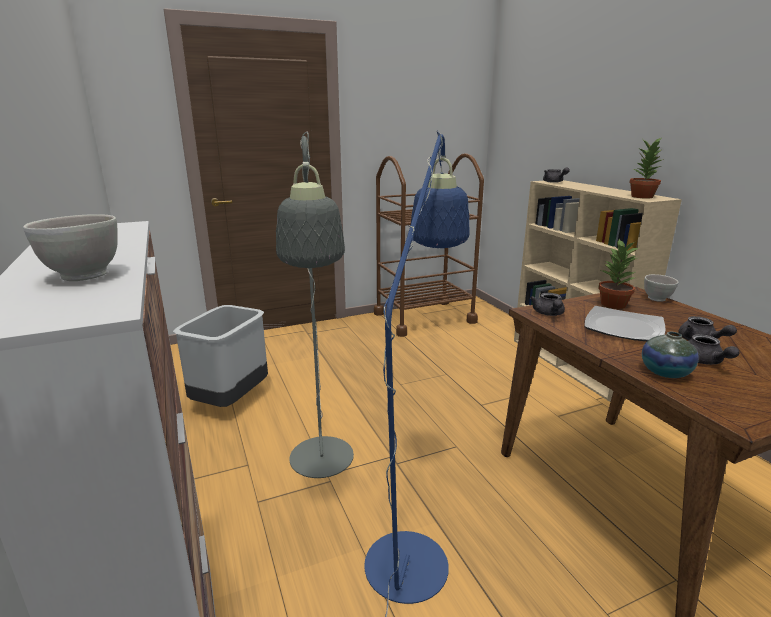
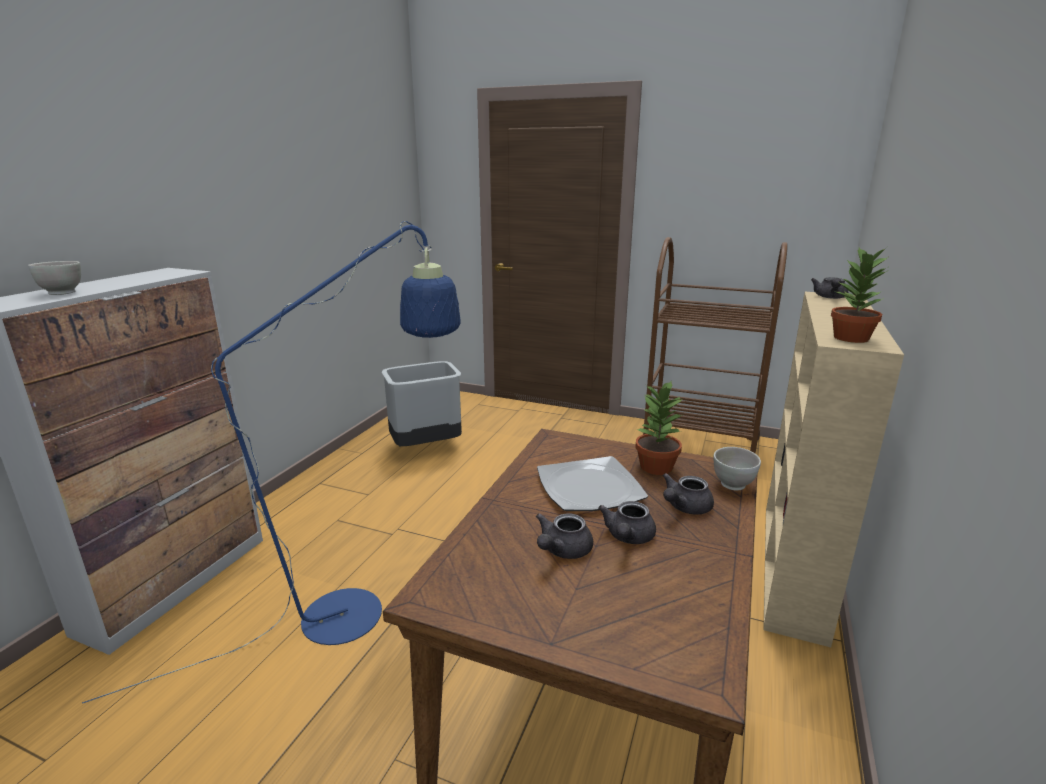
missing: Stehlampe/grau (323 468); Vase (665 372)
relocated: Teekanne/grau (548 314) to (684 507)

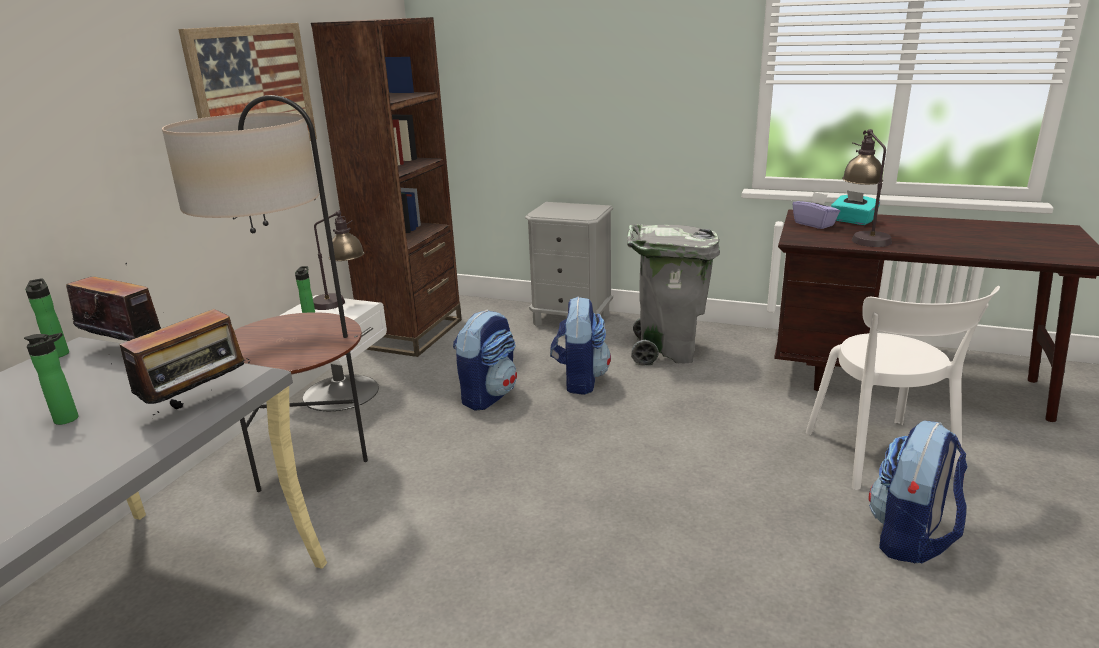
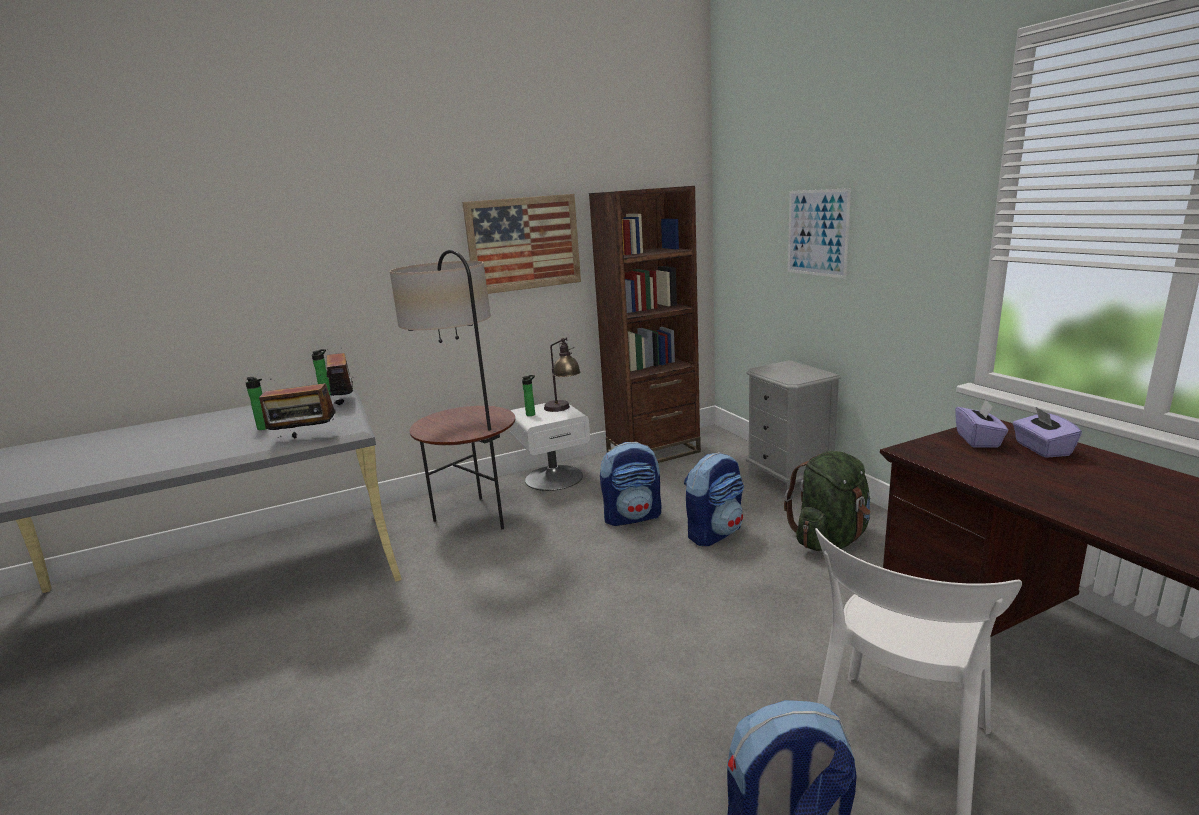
missing: Tischlampe (862 237)
appeared: Bild (817 233)
exchanged: Mülleimer/grau (667 351) to Rucksack/grün (830 539)
colour: Taschentuchbox/türkis (852 221) to Taschentuchbox/lila (1041 449)

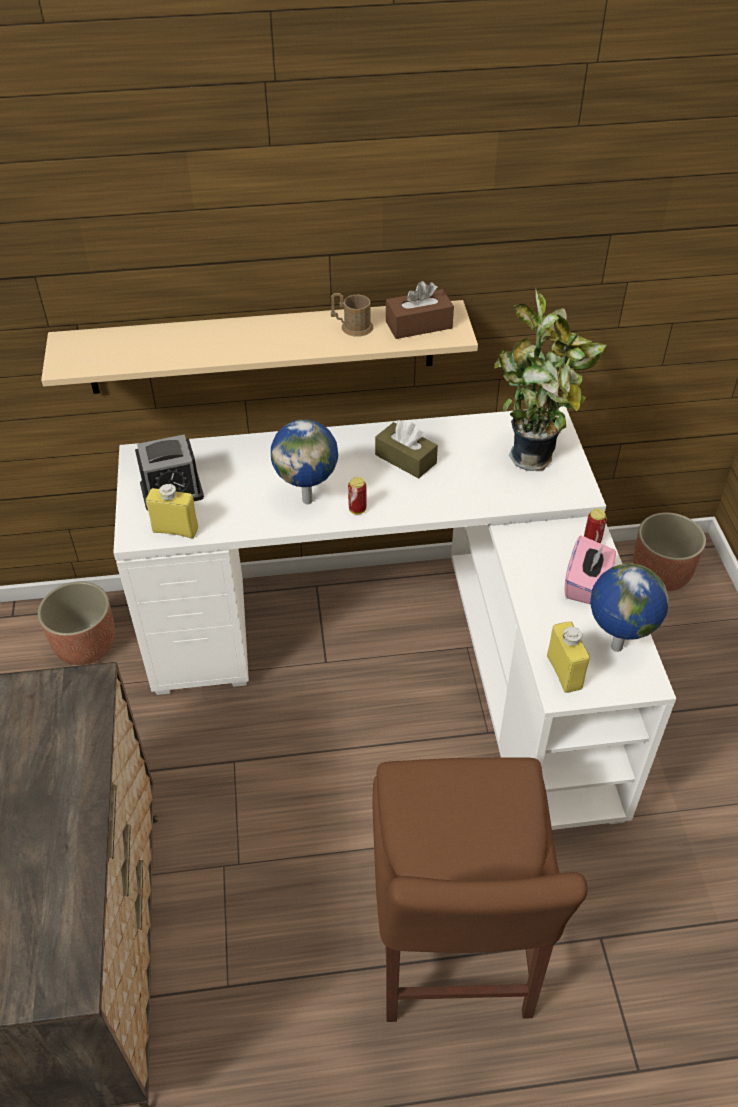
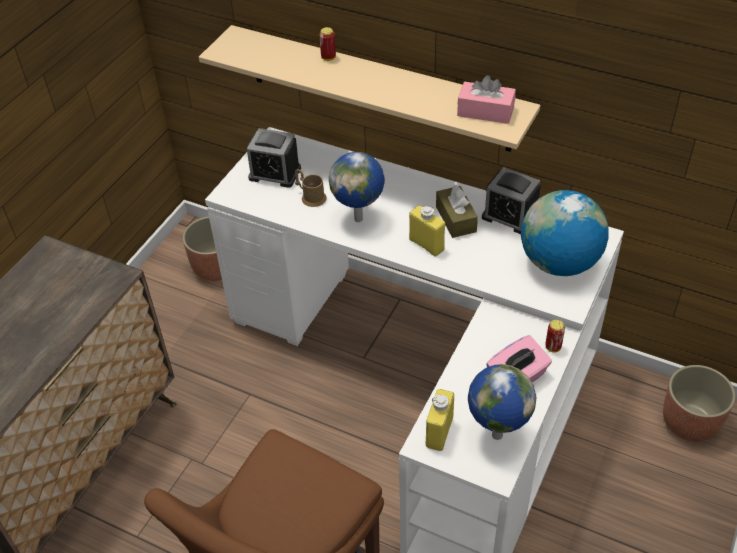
appeared: Wecker (510 216)
relocated: Henkelbecher/braun (352 327) to (310 197); Dose (357 510) to (328 58); Flasche/gelb (175 530) to (426 245)
exchanged: Topfpflanze (536 459) to Globus (559 262)
colour: Taschentuchbox/braun (419 325) to Taschentuchbox/rosa (485 111)

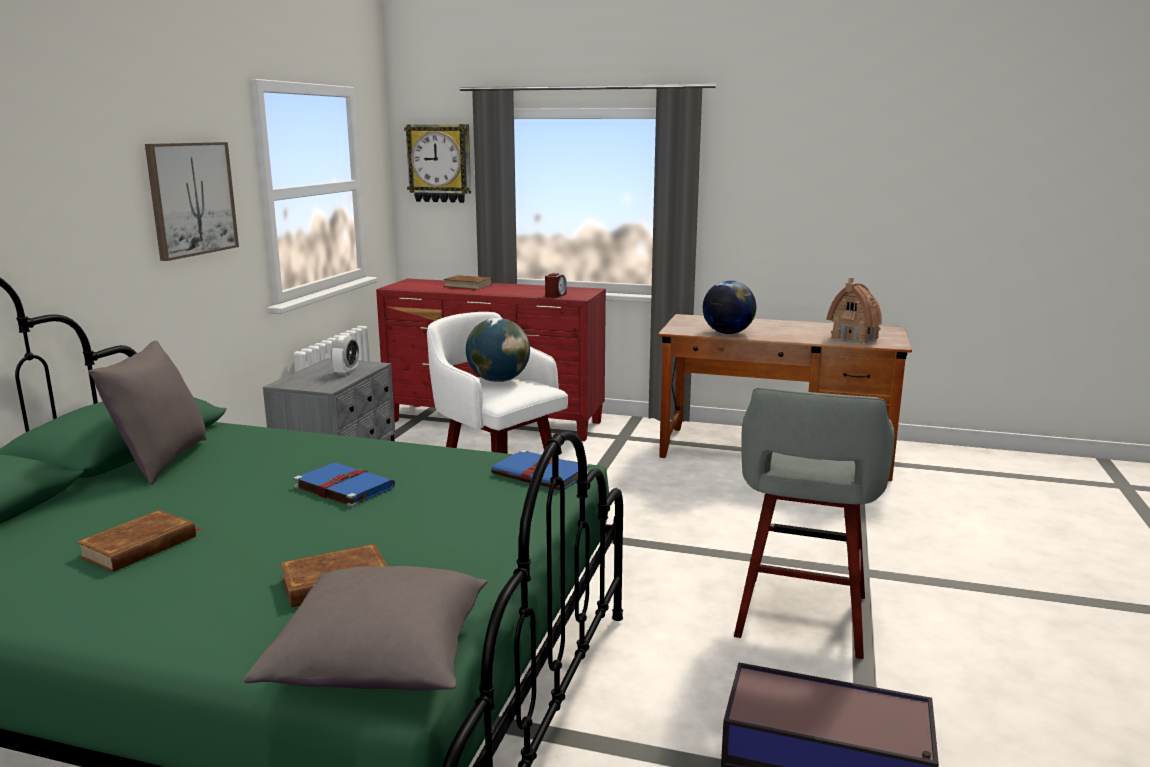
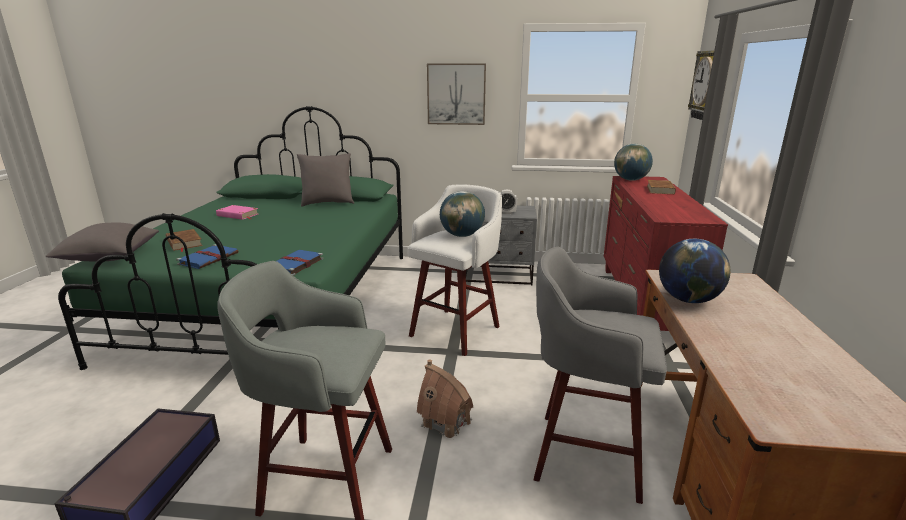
missing: Wecker (555 295)
appeared: Globus (630 180); Hocker/grau (583 454)
relocated: Spielzeughaus (854 338) to (446 422); Buch/blau (343 487) to (209 258)
colour: Buch/braun (140 547) to Buch/rosa (237 215)

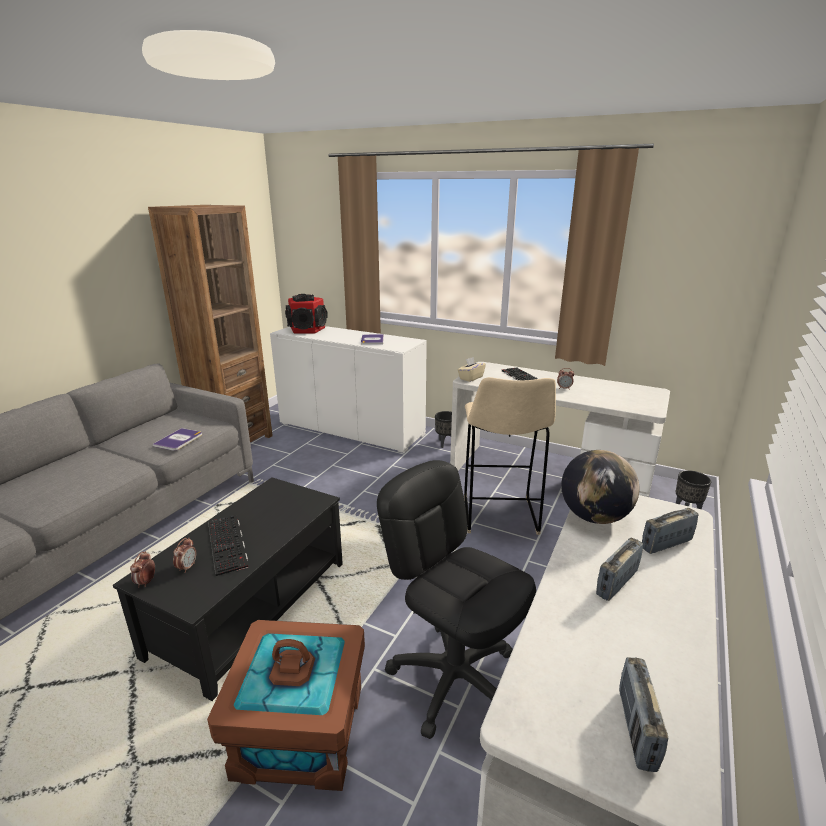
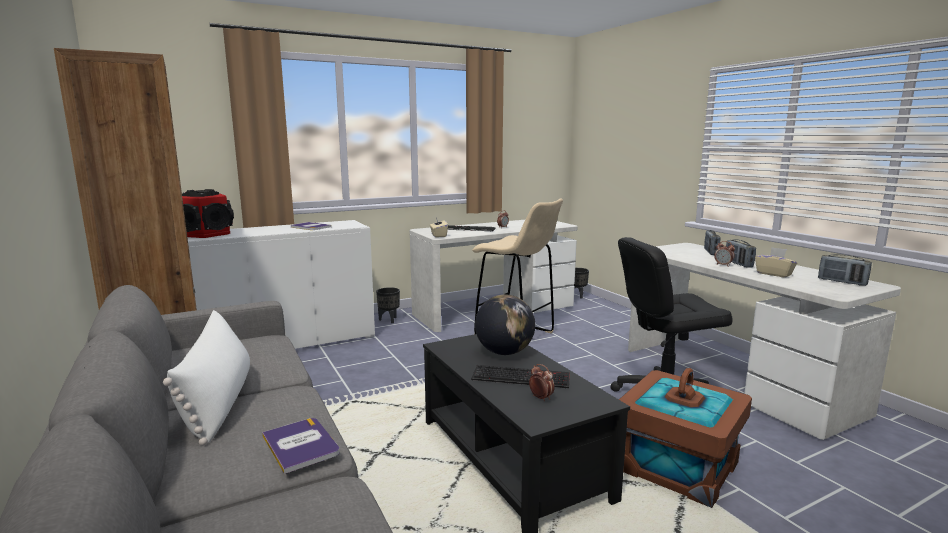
appeared: Taschentuchbox/beige (774 274); Kissen/weiß (219 402)
relocated: Buch (178 440) to (301 445); Globus (594 517) to (504 352); Wecker (146 582) to (723 265)

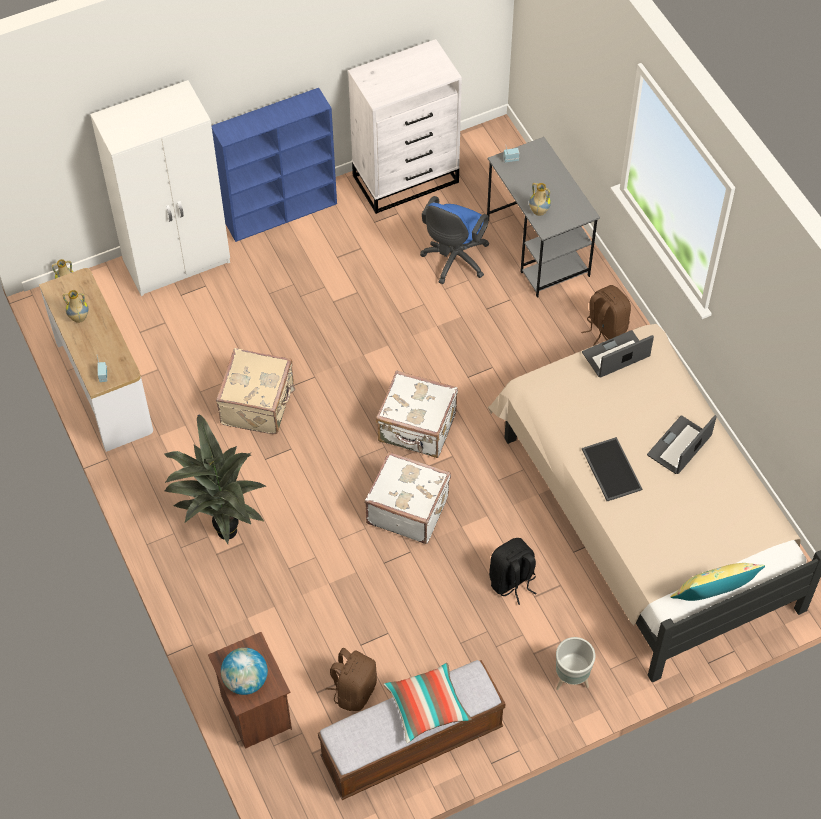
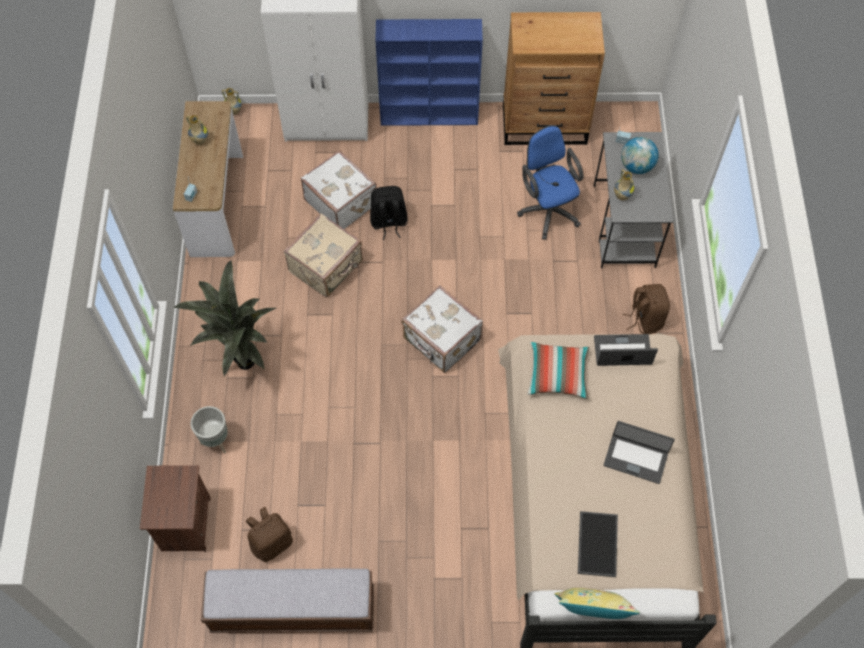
relocated: Tablett (610 469) to (596 543); Koffer/weiß (408 509) to (341 201); Rucksack/schwarz (512 581) to (388 222); Pflanzkübel/grau (571 679) to (216 441); Globus (246 681) to (636 166); Kissen (427 707) to (557 375)
colour: Kommode/weiß (406 179) to Kommode/braun (545 125)
spun: Bürostuhl/blau (453 261) = (547 209) 105 degrees clockwise; Laptop (680 446) = (636 458) 135 degrees counterclockwise

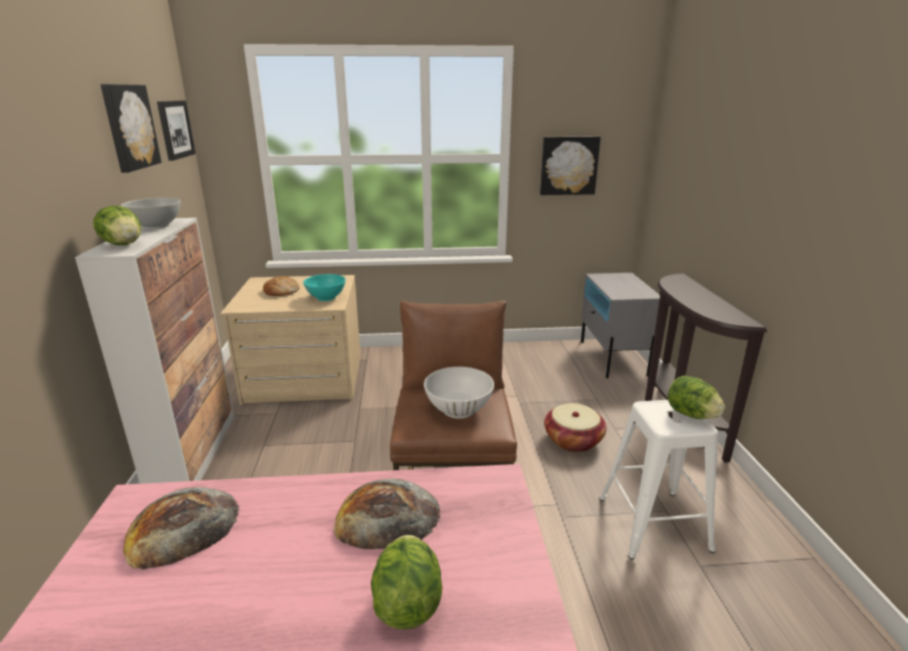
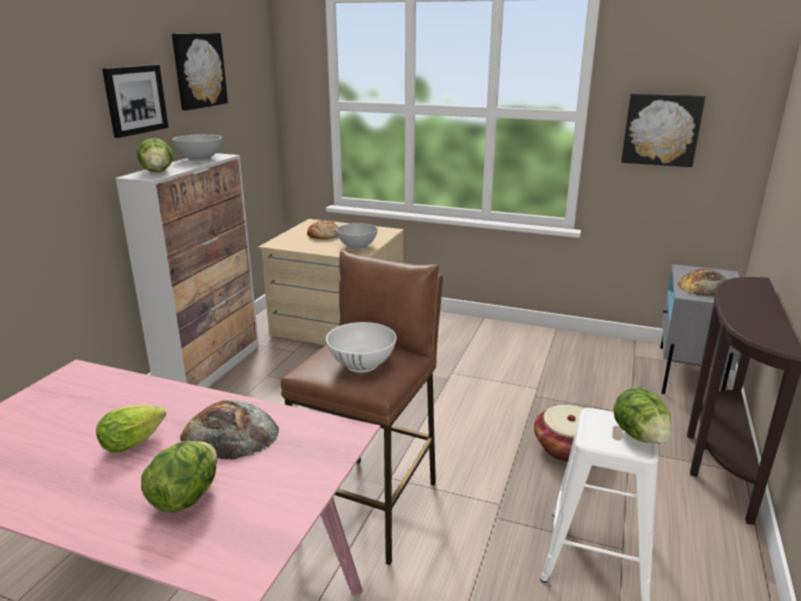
appeared: Salatkopf (136 441)
relocated: Bild (175 129) to (135 100); Brot (183 527) to (705 286)
colour: Schüssel/türkis (326 297) to Schüssel/weiß (357 246)

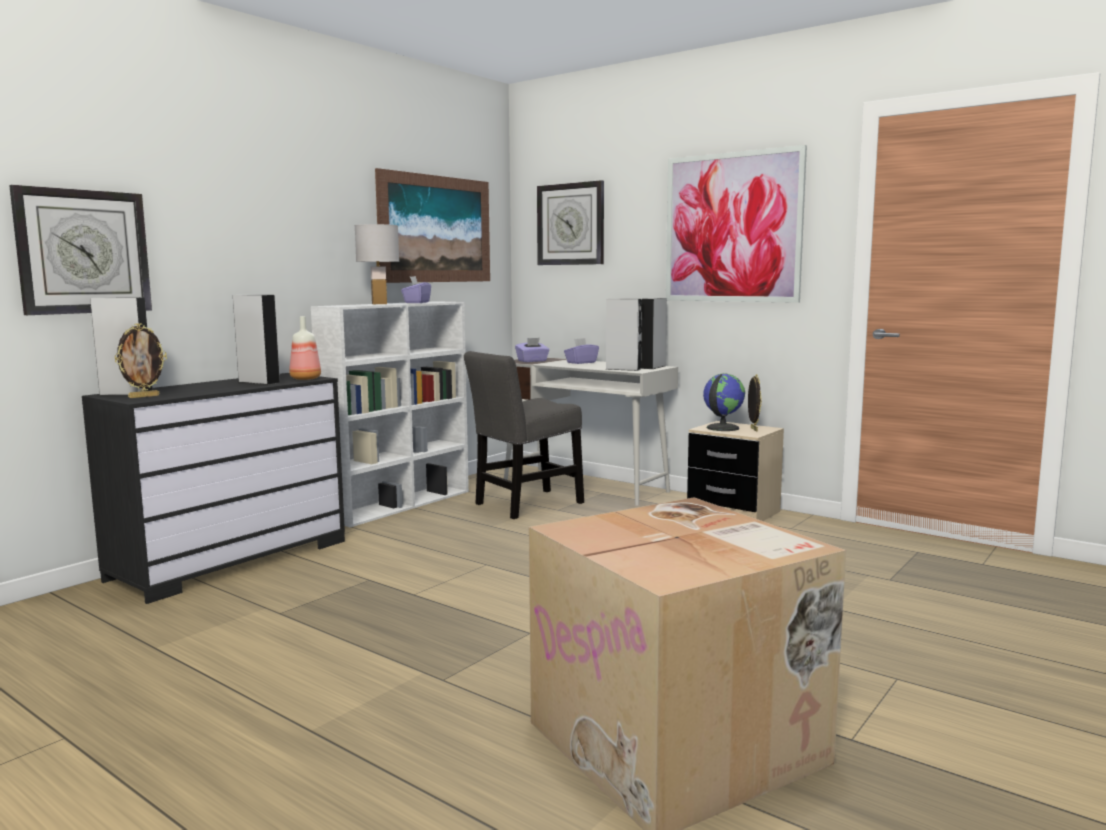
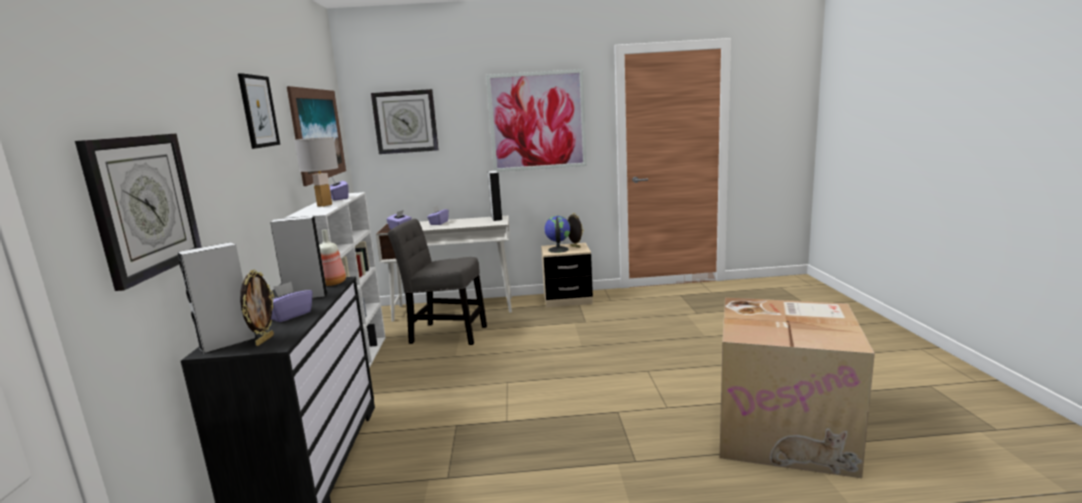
missing: Lautsprecher/grau (623 369)
appeared: Bild (258 111); Taschentuchbox/lila (290 315)
spun: Stuhl/grau (525 505) = (444 334) 90 degrees clockwise

